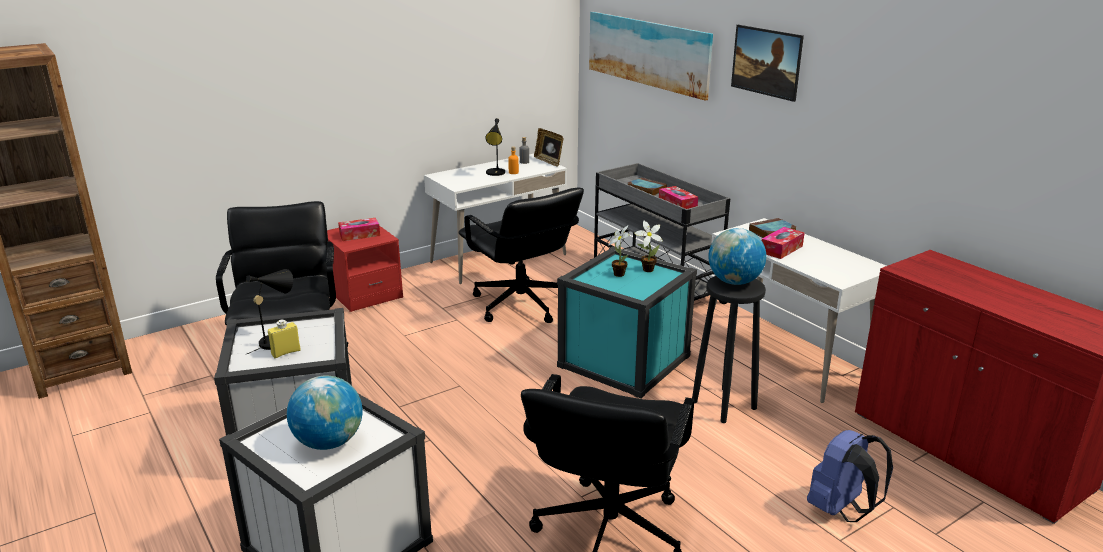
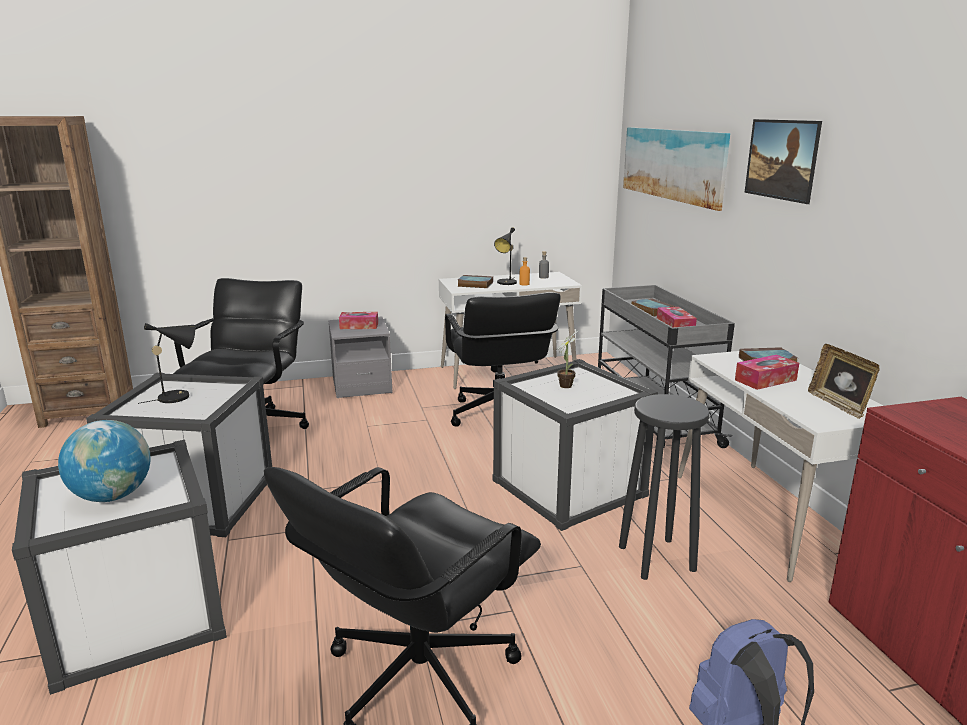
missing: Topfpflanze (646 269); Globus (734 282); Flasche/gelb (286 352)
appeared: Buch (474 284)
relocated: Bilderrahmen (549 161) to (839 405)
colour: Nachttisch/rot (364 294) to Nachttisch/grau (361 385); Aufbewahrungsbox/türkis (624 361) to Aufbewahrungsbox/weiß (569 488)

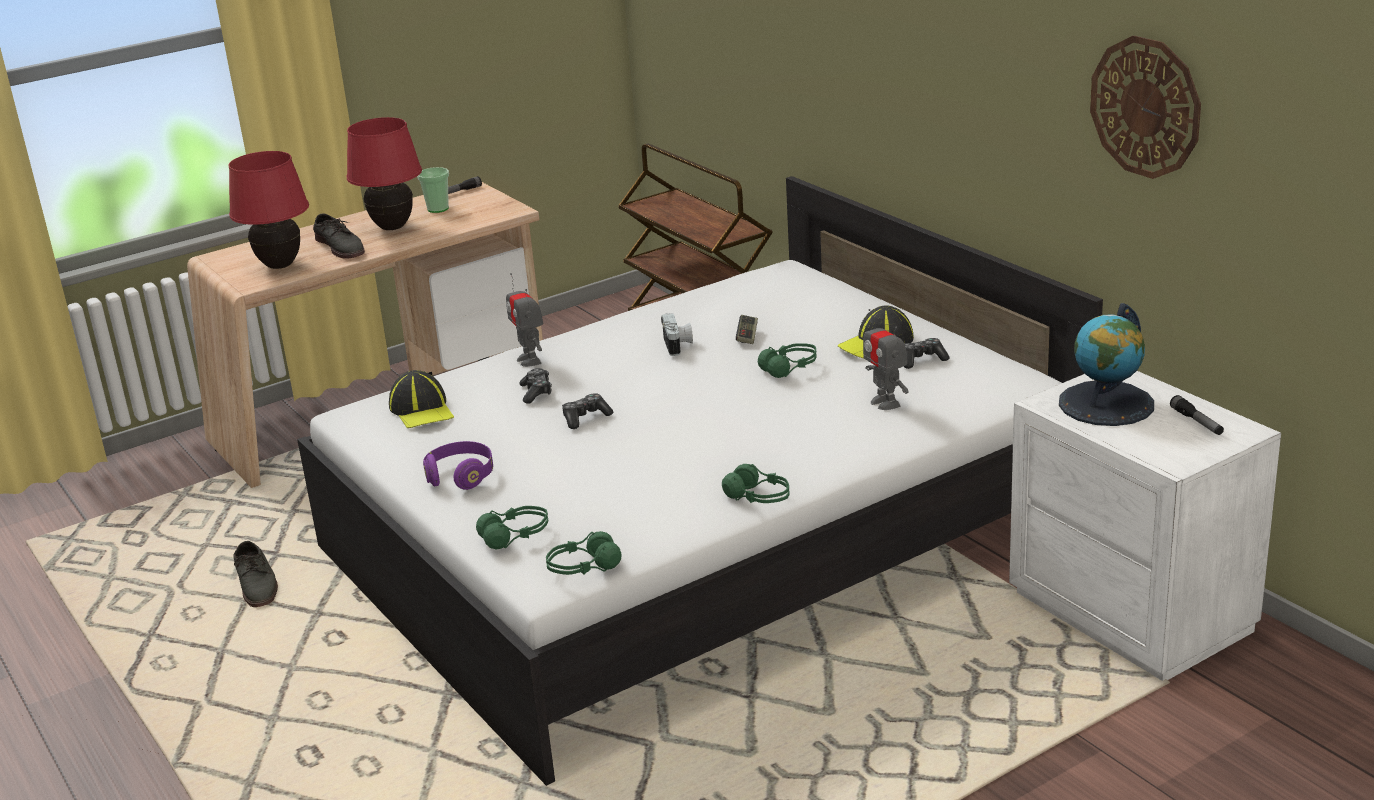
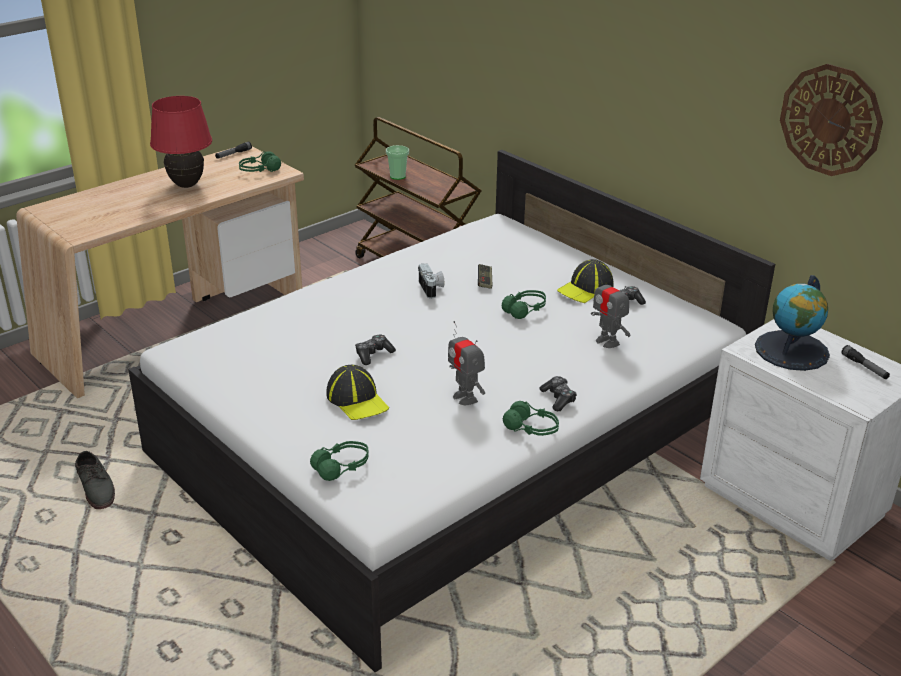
missing: Tischlampe/rot (279 266); Schuh/grau (341 247); Kopfhörer/lila (461 477)
relocated: Tasse (438 209) to (397 176); Spielzeugroboter (530 360) to (465 398); Gamepad (536 392) to (558 399); Kappe (422 410) to (357 400); Kopfhörer/grün (583 568) to (259 170)

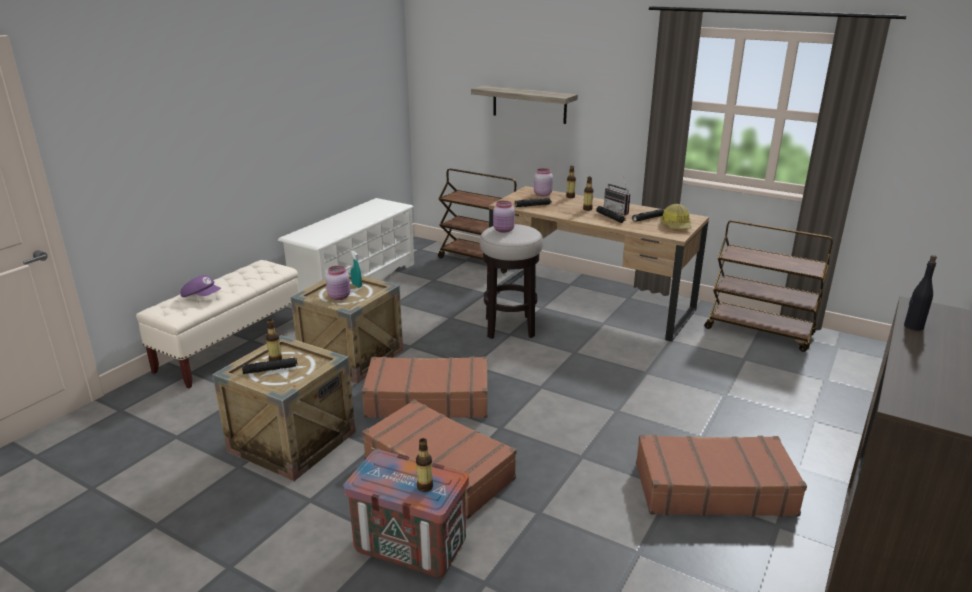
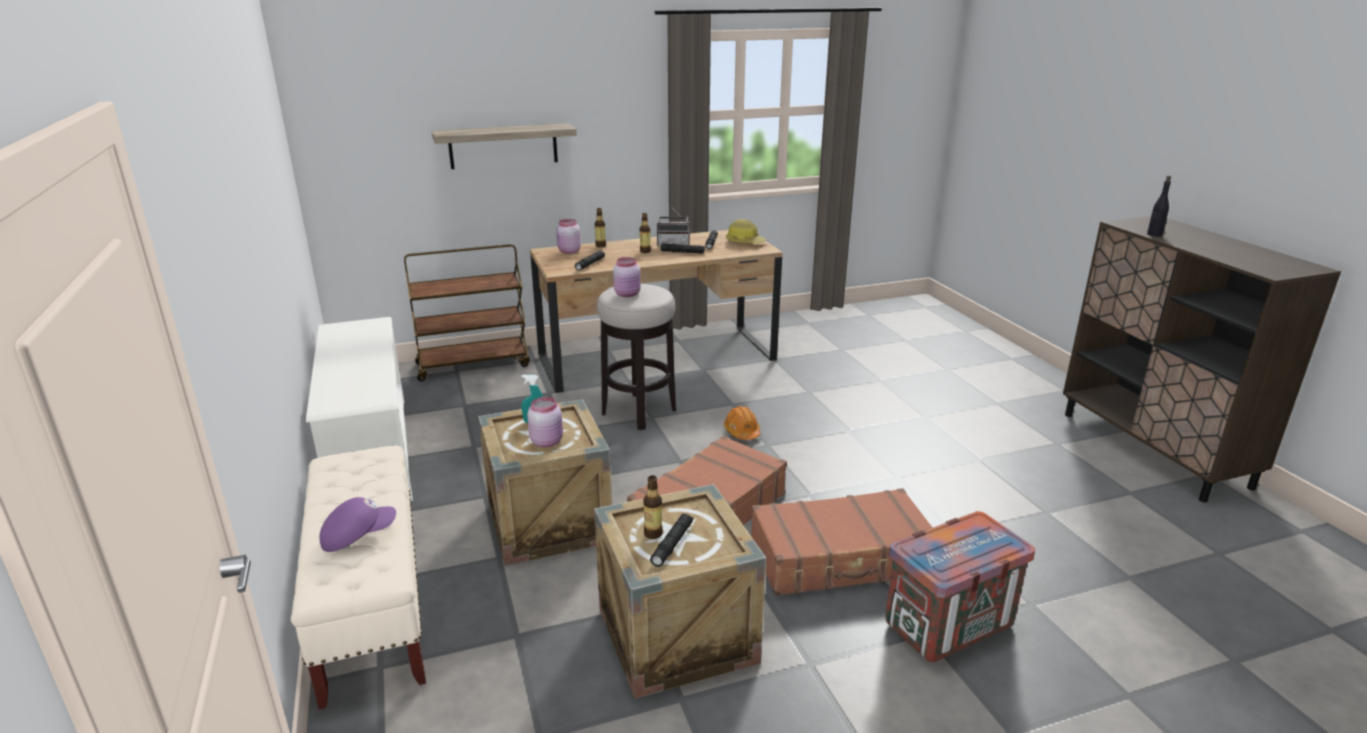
missing: Rollwagen/braun (760 332); Koffer/braun (712 488); Flasche (425 487)
appeared: Schutzhelm/orange (742 431)

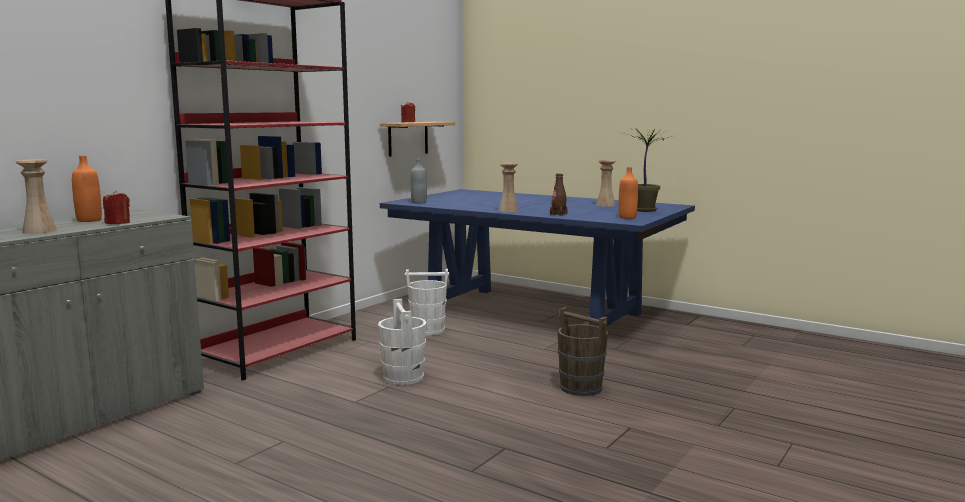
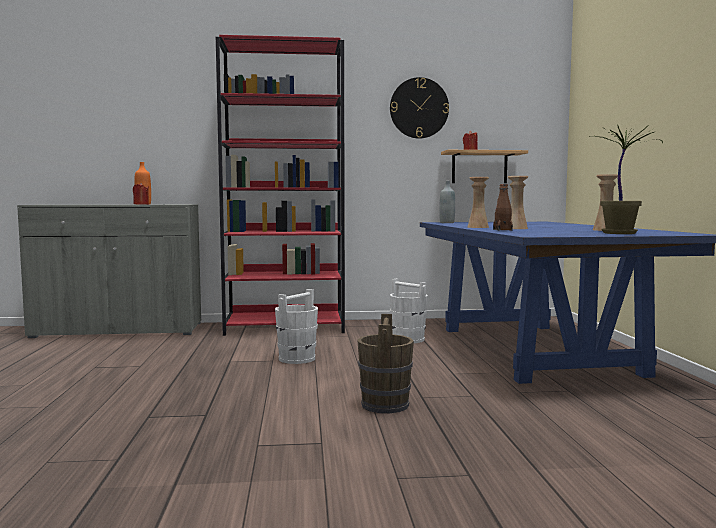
missing: Flasche/orange (627 217)
appeared: Wanduhr (419 108)
relocated: Vase/beige (39 231) to (516 228)

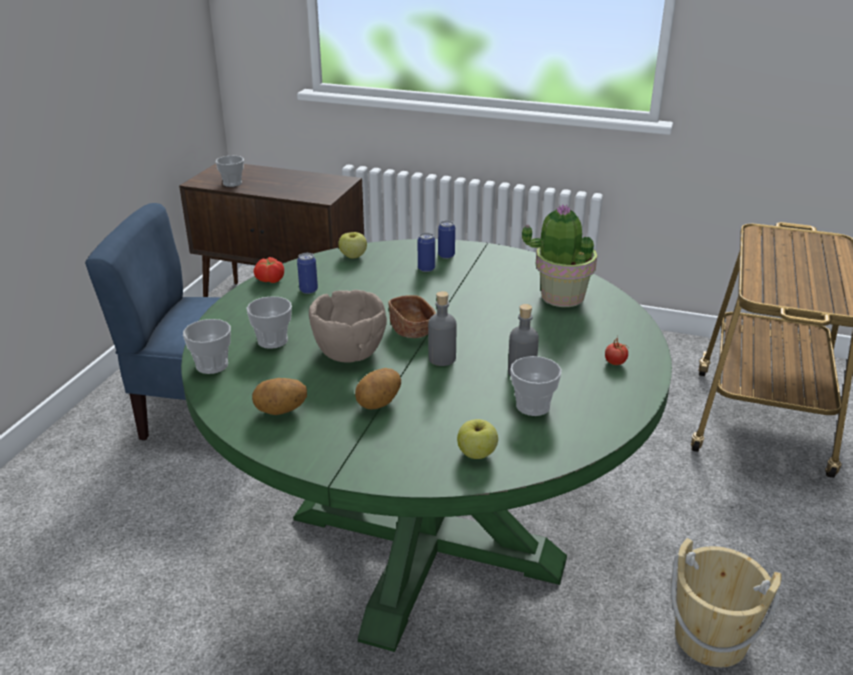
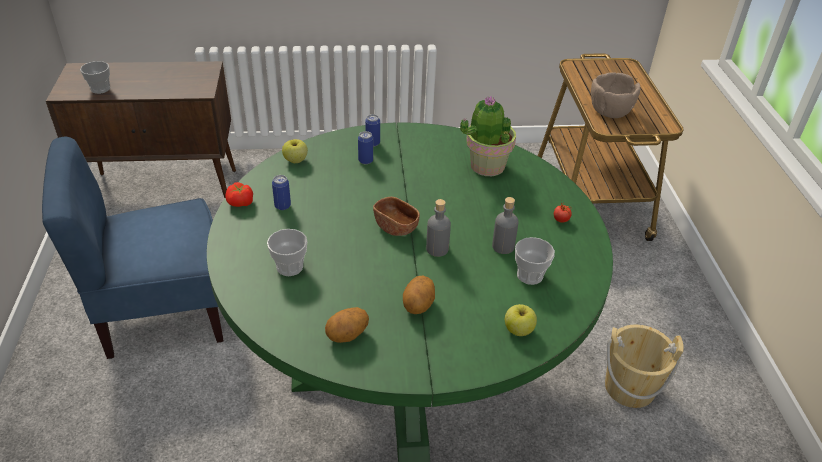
missing: Tasse (212 365)
relocated: Schüssel/braun (348 351) to (609 111)

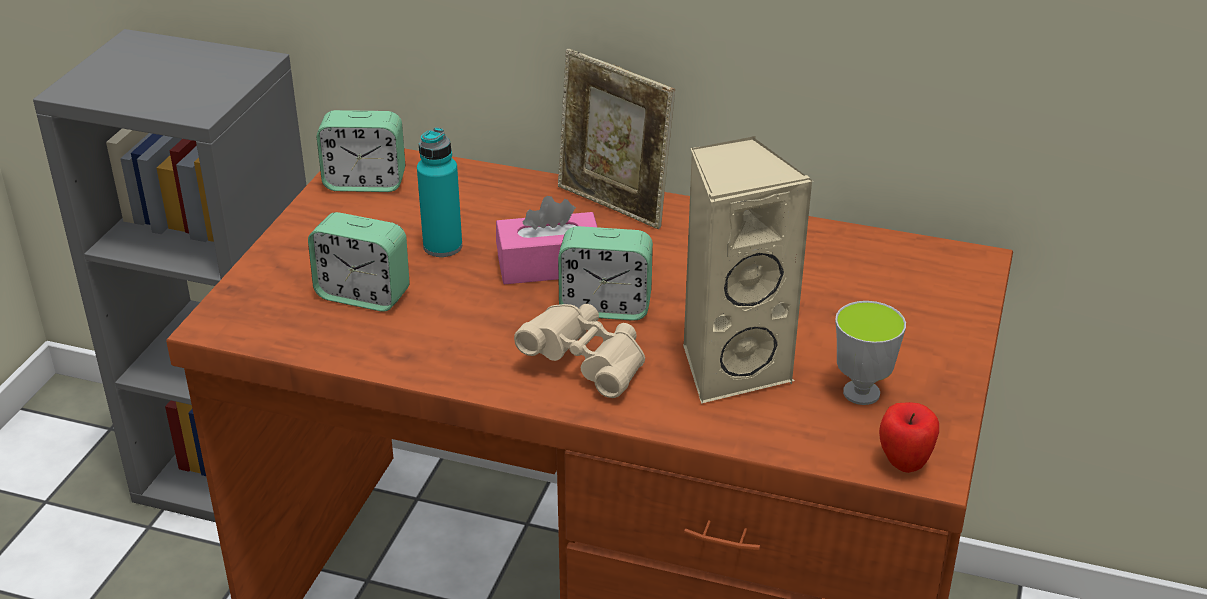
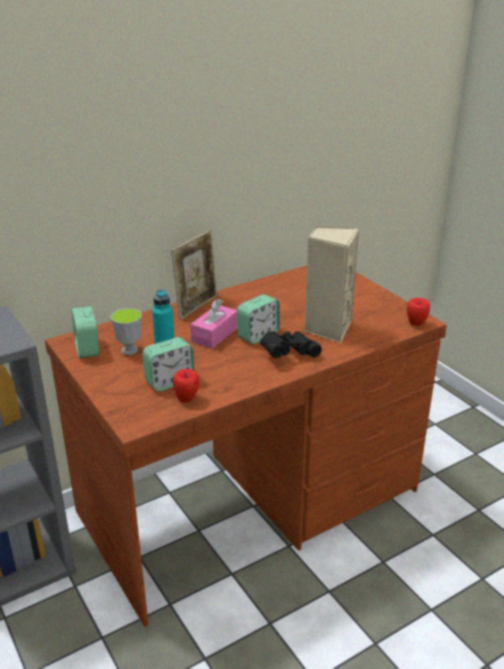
appeared: Apfel (186 399)
relocated: Tasse (861 393) to (129 350)
colour: Fernglas/beige (587 364) to Fernglas/schwarz (287 353)
spun: Bilderrahmen (613 205) = (197 306) 45 degrees counterclockwise; Wecker (365 182) = (87 349) 120 degrees clockwise

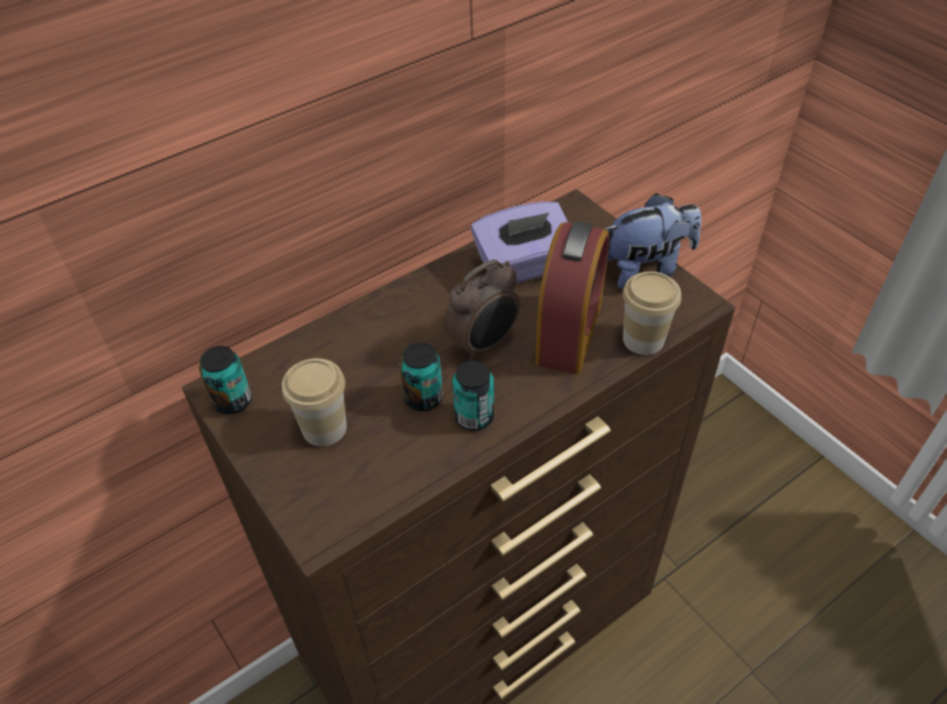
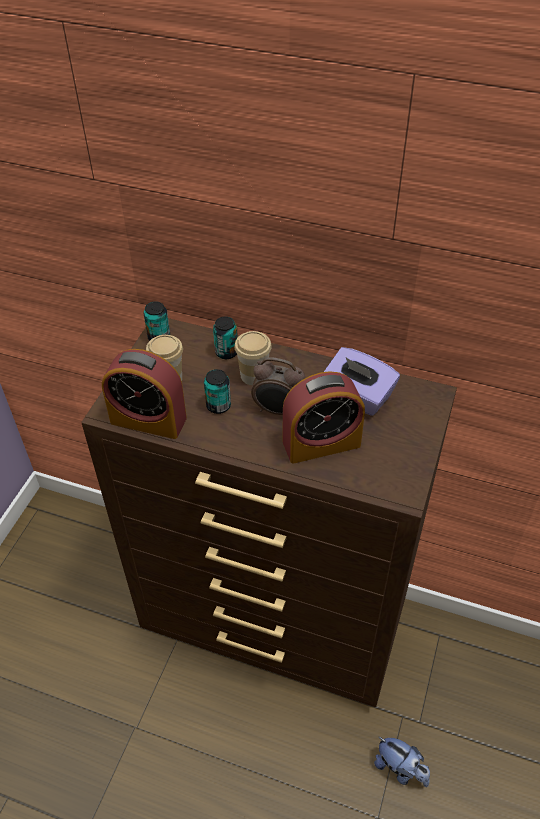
appeared: Wecker (148 420)
relocated: Plüschtier (646 269) to (400 769); Tasse (643 339) to (254 375); Dose (474 417) to (226 352)

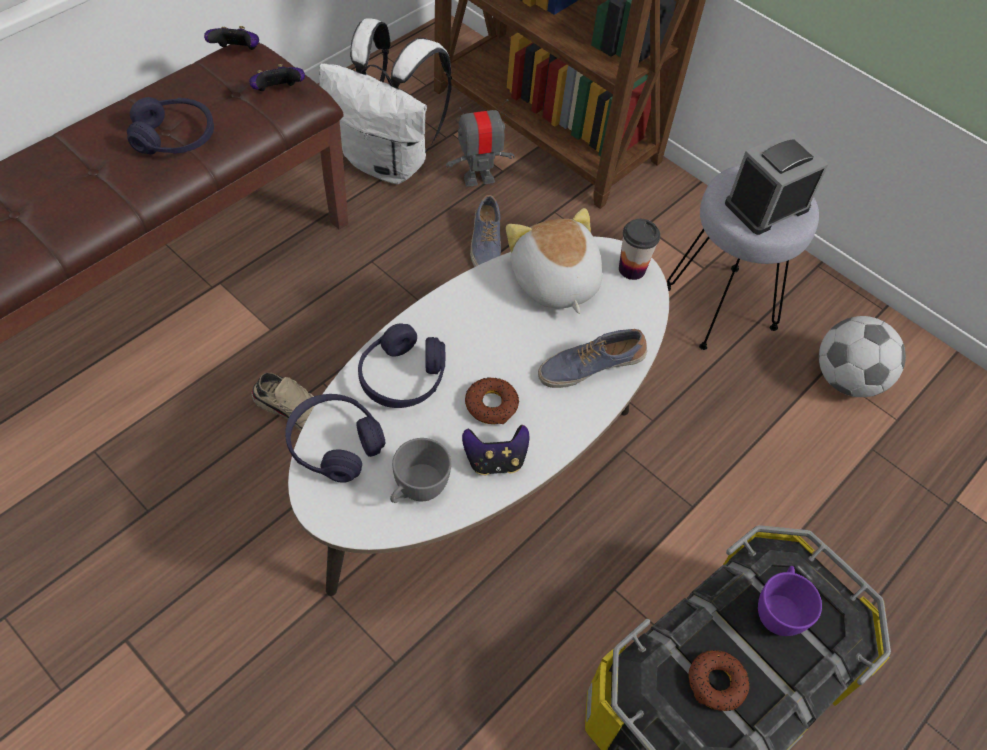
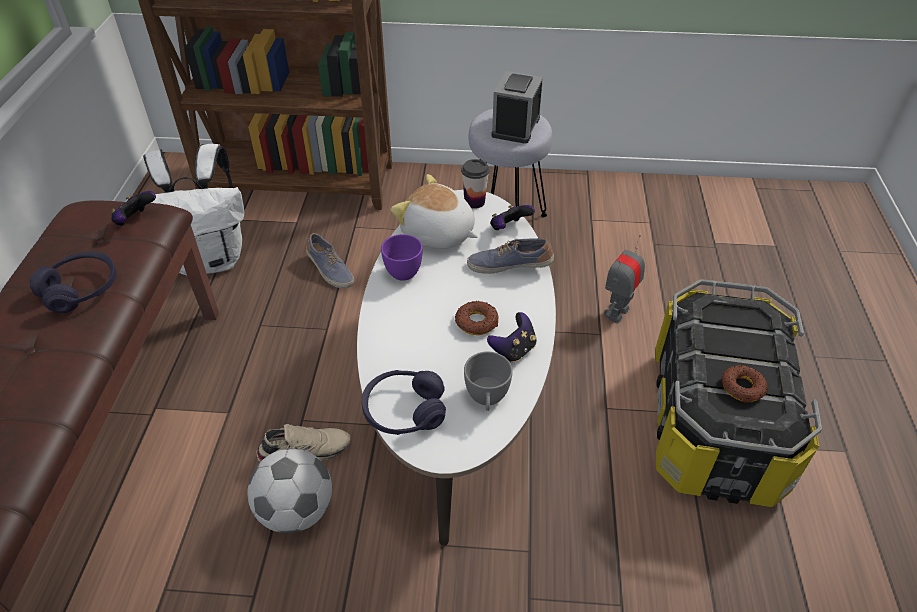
missing: Kopfhörer/lila (402 377)
relocated: Gamepad (237 52) to (509 228); Spielzeugroboter (478 178) to (617 312); Fußball (847 379) to (297 511); Tasse/lila (778 611) to (401 270)
spun: Schuh (589 367) = (509 265) 60 degrees clockwise

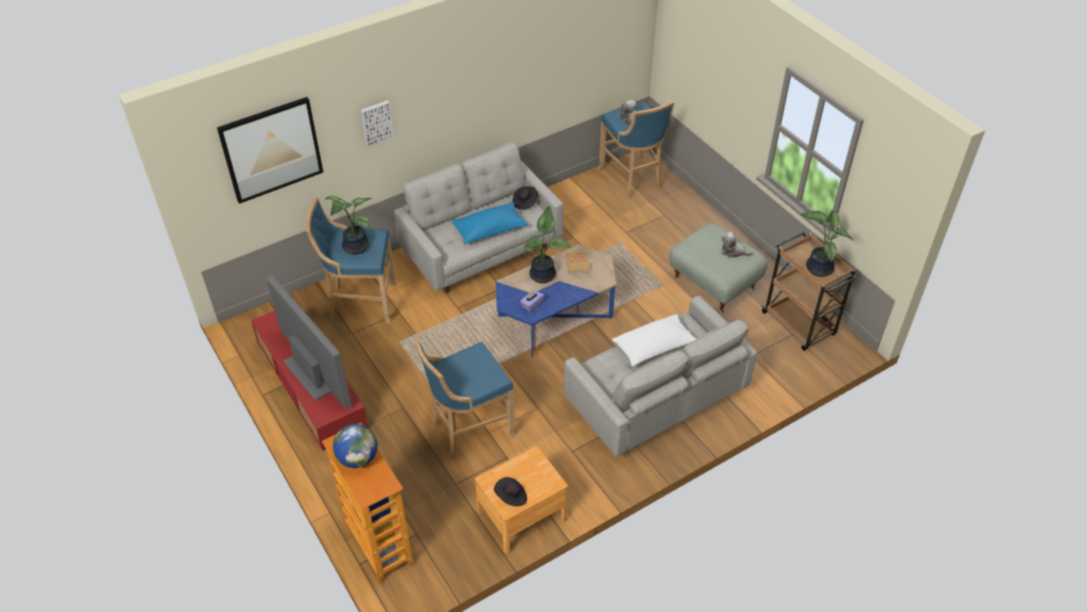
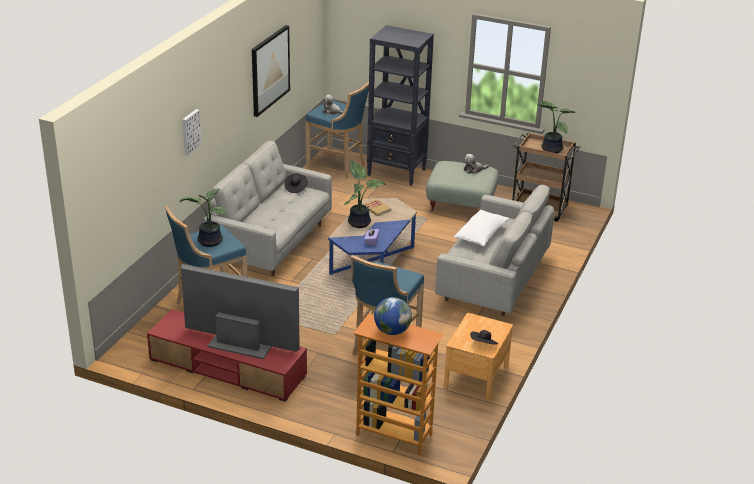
missing: Kissen/blau (489 230)
appeared: Bücherregal/schwarz (397 172)
relocated: Bild (271 149) to (269 70)

